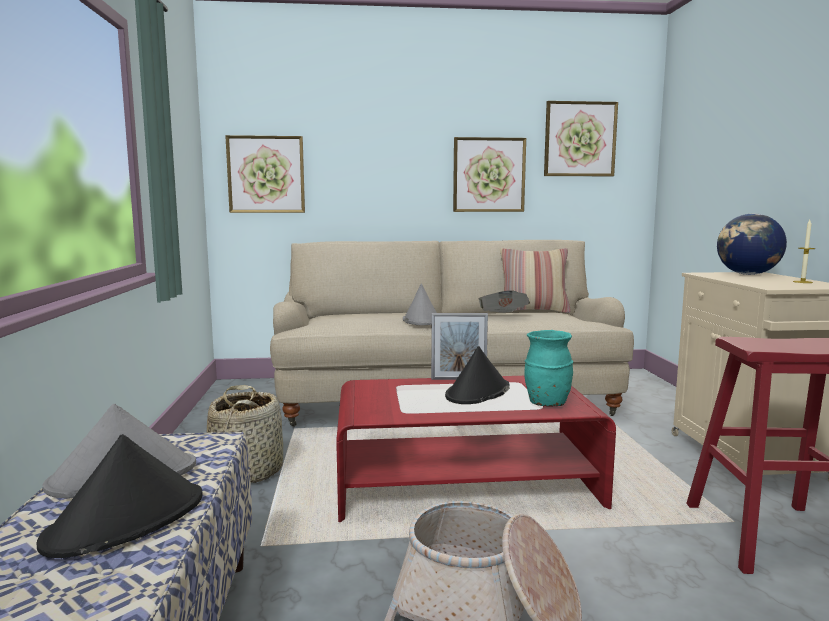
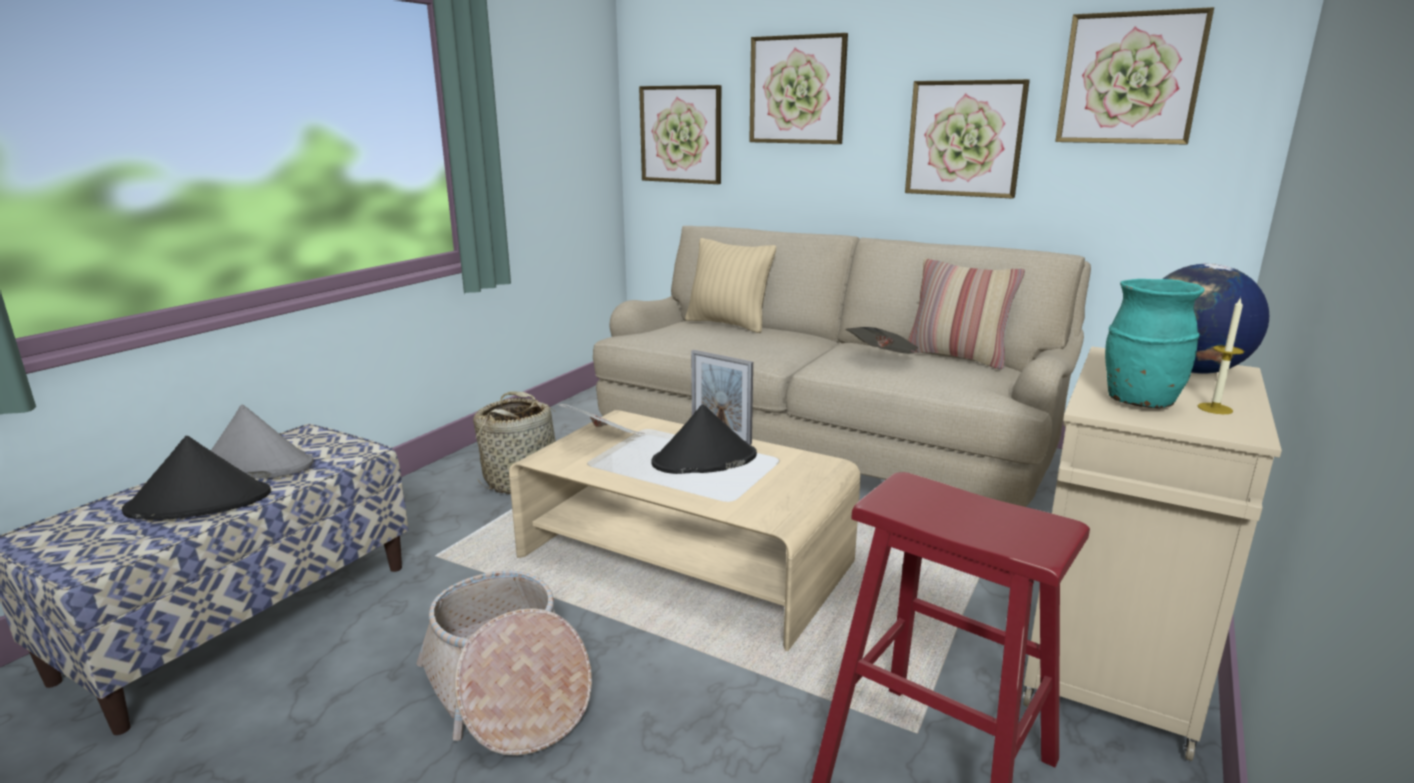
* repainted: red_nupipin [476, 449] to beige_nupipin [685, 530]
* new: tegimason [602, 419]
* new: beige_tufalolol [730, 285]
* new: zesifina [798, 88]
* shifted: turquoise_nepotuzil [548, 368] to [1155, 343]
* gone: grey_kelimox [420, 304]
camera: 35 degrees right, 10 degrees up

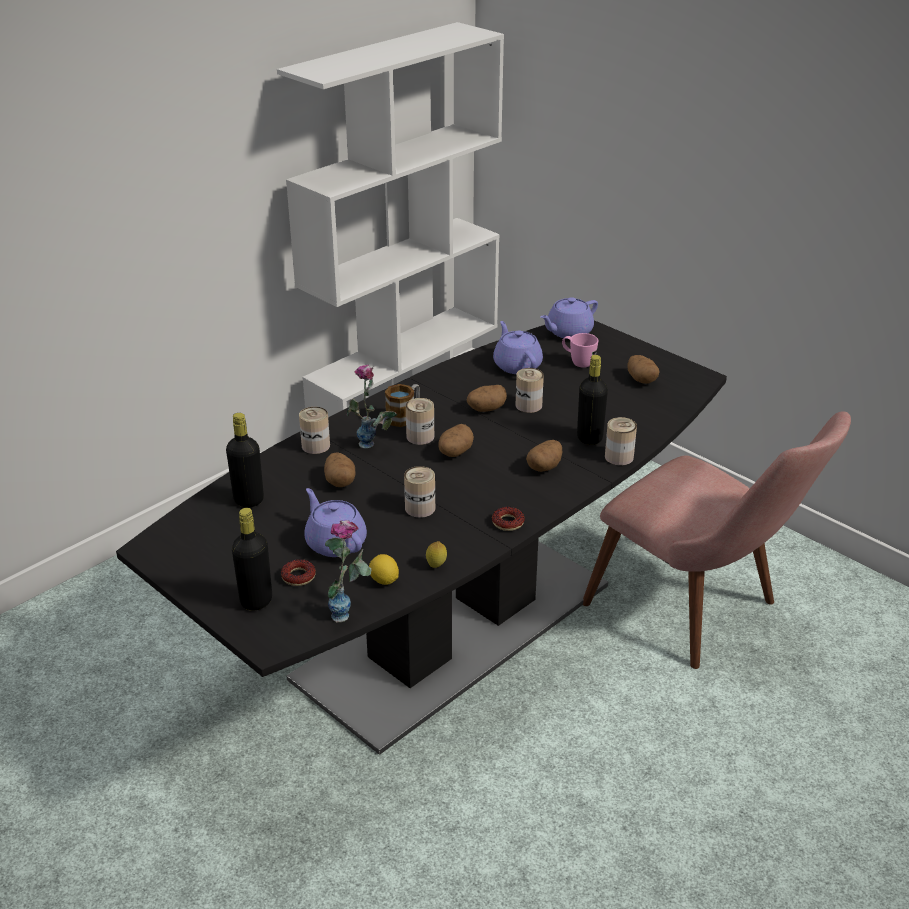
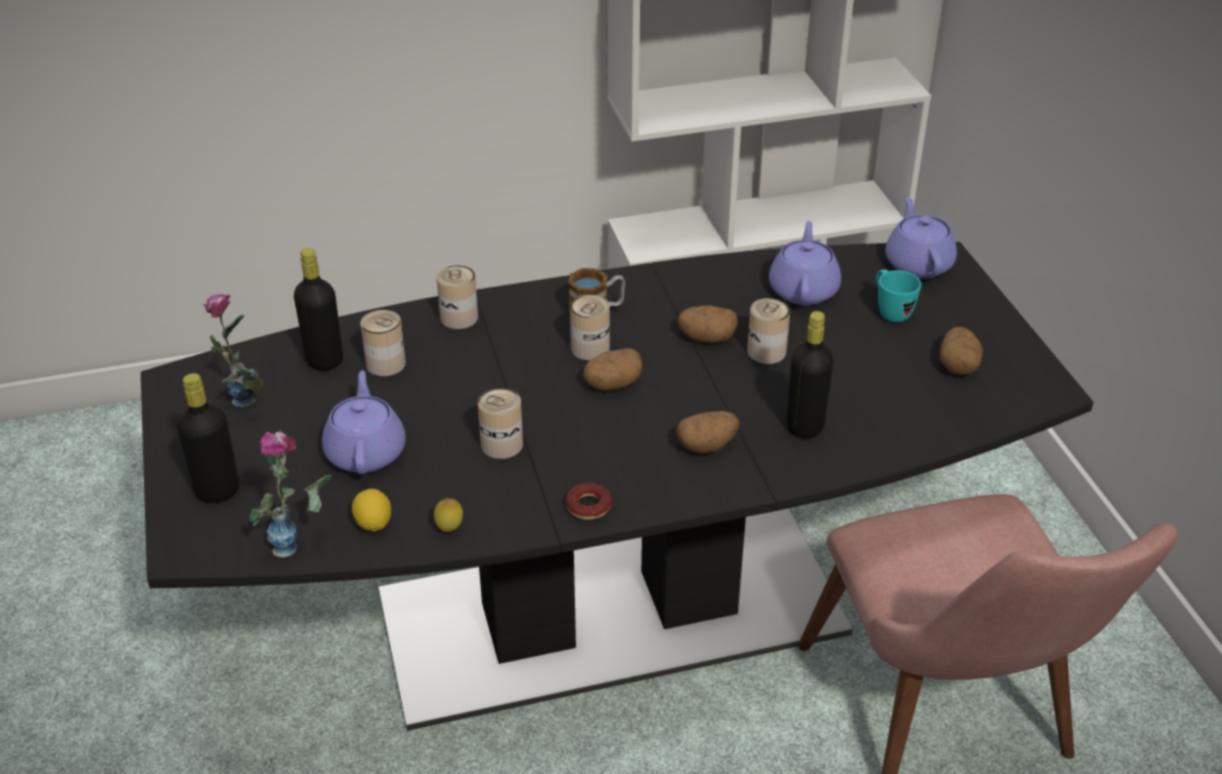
* shifted: nepotuzil [372, 407] to [232, 350]
* shifted: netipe [621, 441] to [383, 343]
* repainted: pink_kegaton [580, 350] to turquoise_kegaton [898, 295]
* rotated: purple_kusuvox [569, 318] = [921, 237] 90 degrees clockwise
* gone: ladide [298, 572]
* gone: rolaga [339, 469]
camera: 30 degrees right, 5 degrees up

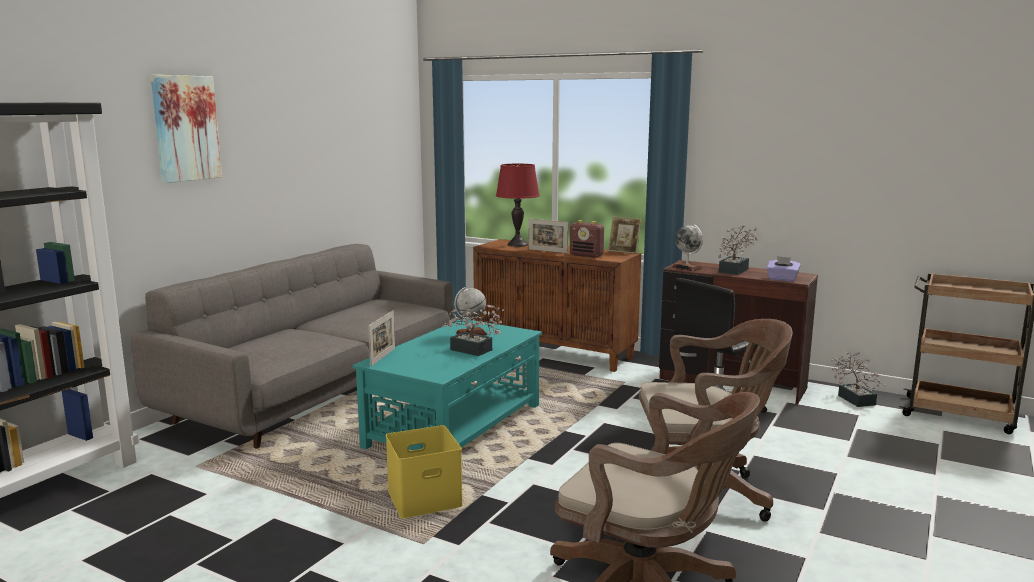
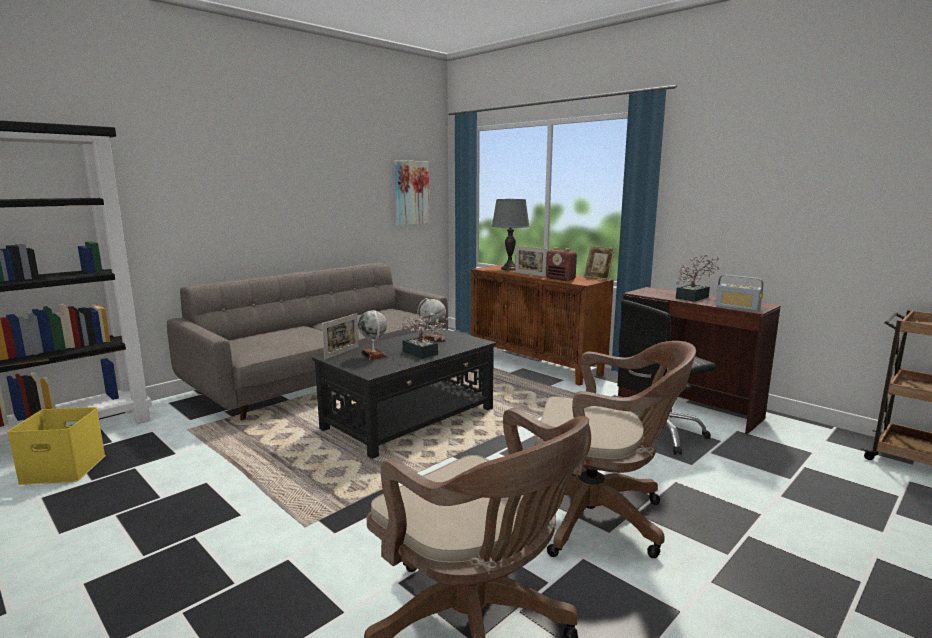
* shifted: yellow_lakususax [424, 472] to [56, 446]
* repainted: turquoise_nupipin [447, 384] to black_nupipin [404, 393]
* shifted: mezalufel [687, 248] to [372, 335]
* shifted: zesifina [186, 129] to [412, 193]
* repainted: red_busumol [518, 205] to grey_busumol [511, 234]
* swapped: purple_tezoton [784, 269] to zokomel [739, 293]
* gone: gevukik [858, 379]
camera: 15 degrees right, 0 degrees up

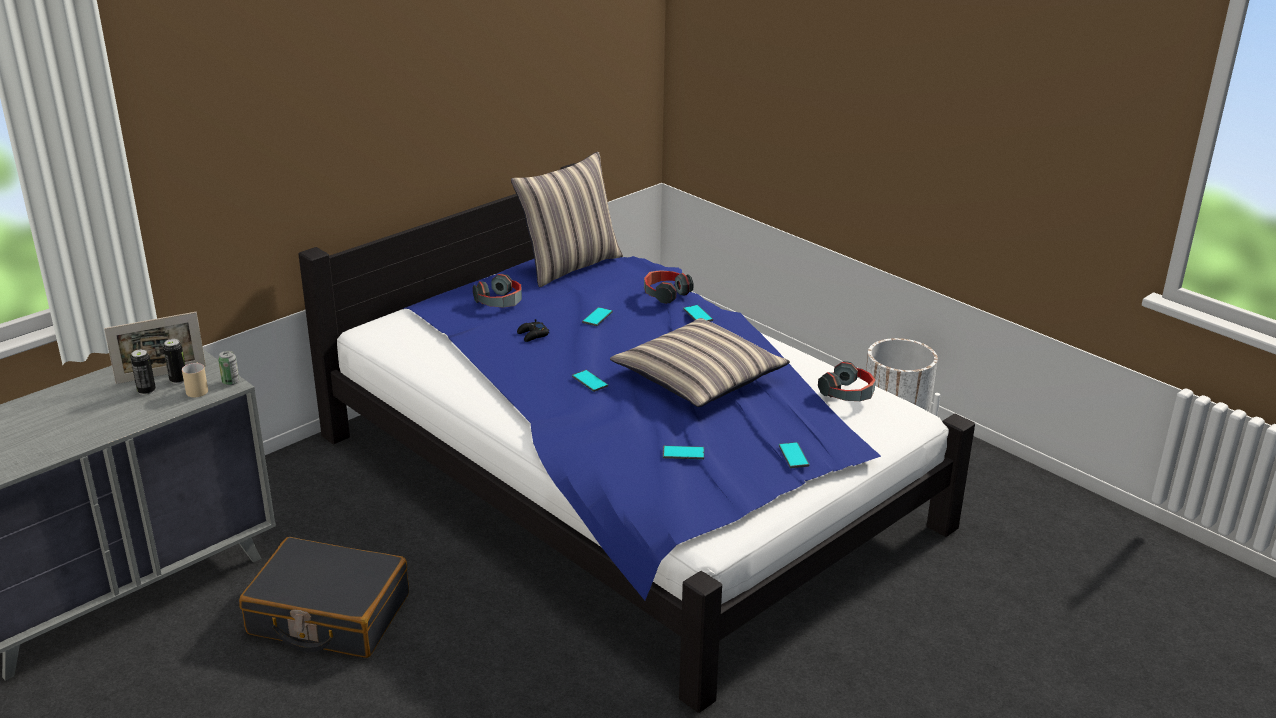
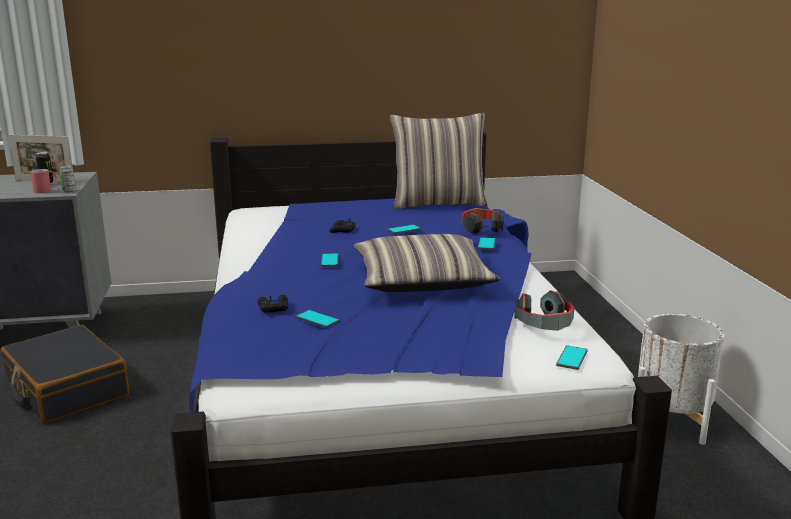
* repainted: beige_kegaton [195, 380] to red_kegaton [43, 181]
* new: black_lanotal [273, 303]
* shifted: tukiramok [794, 455] to [572, 357]
* gone: netipe [143, 372]
* gone: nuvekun [497, 290]
camera: 35 degrees right, 10 degrees down

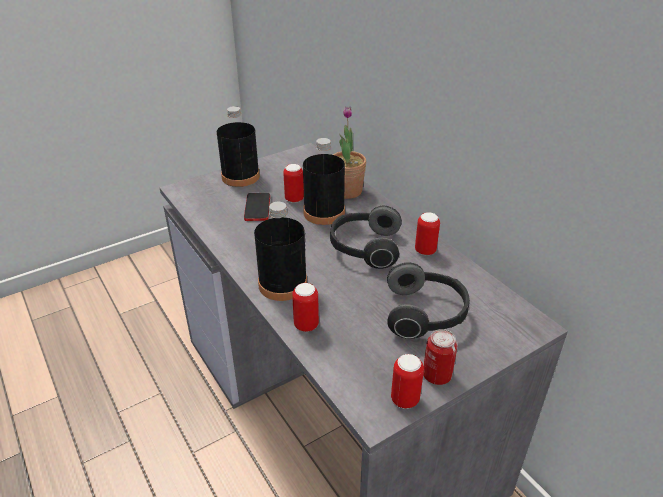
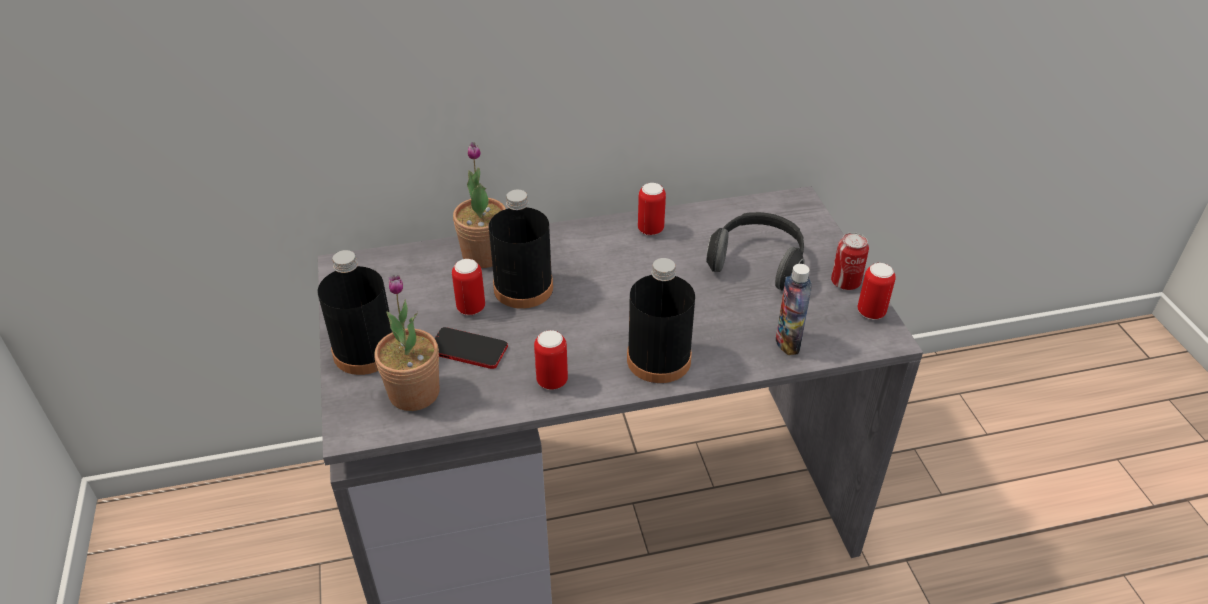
* new: gevukik [407, 343]
* shifted: netipe [305, 307] to [551, 360]
* new: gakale [794, 309]
* gone: nuvekun [366, 237]
camera: 70 degrees left, 5 degrees up

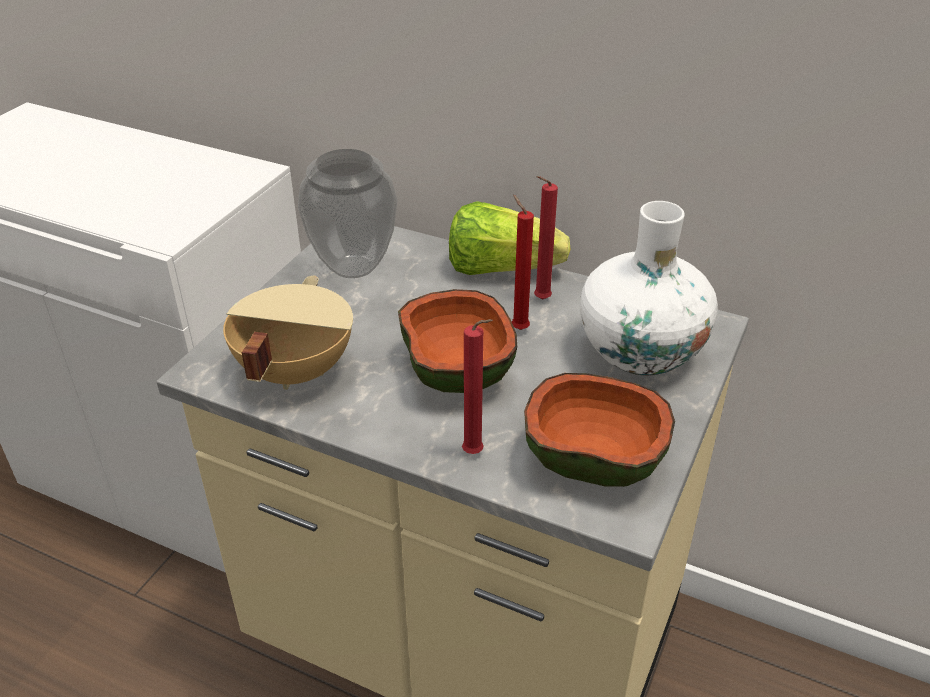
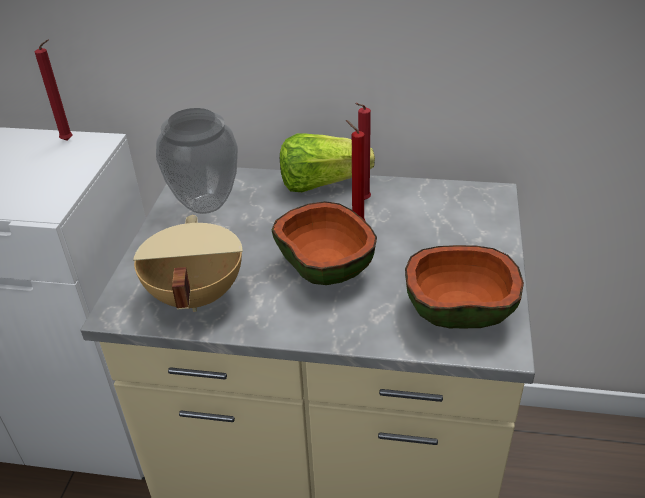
* shifted: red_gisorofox [477, 386] to [54, 90]
* gone: white_nepotuzil [649, 288]
camera: 15 degrees left, 0 degrees up

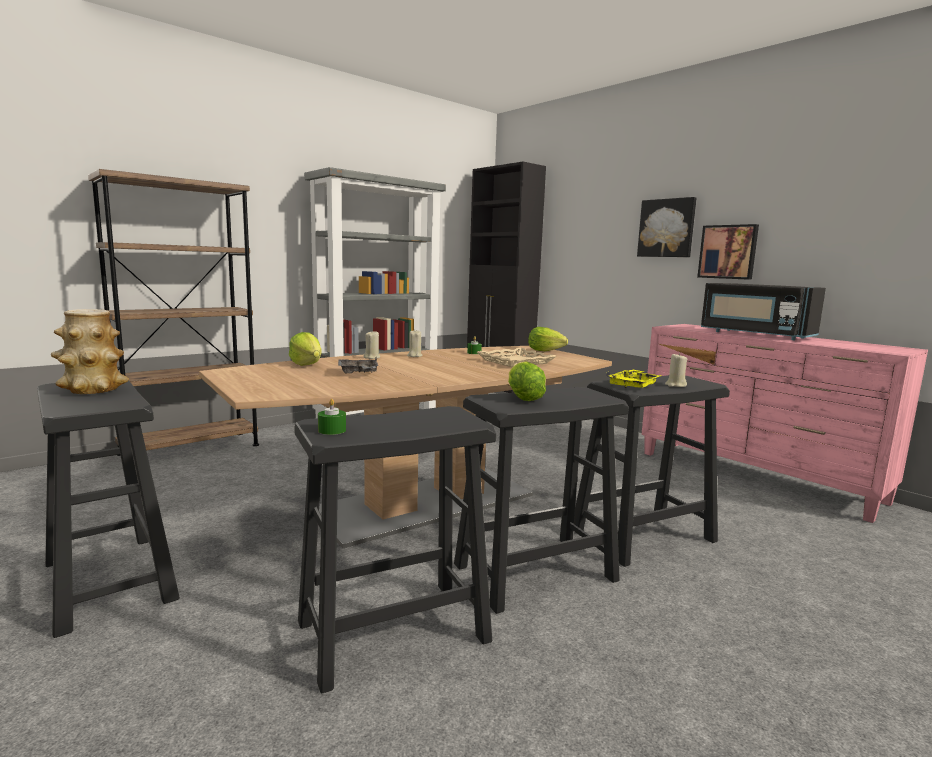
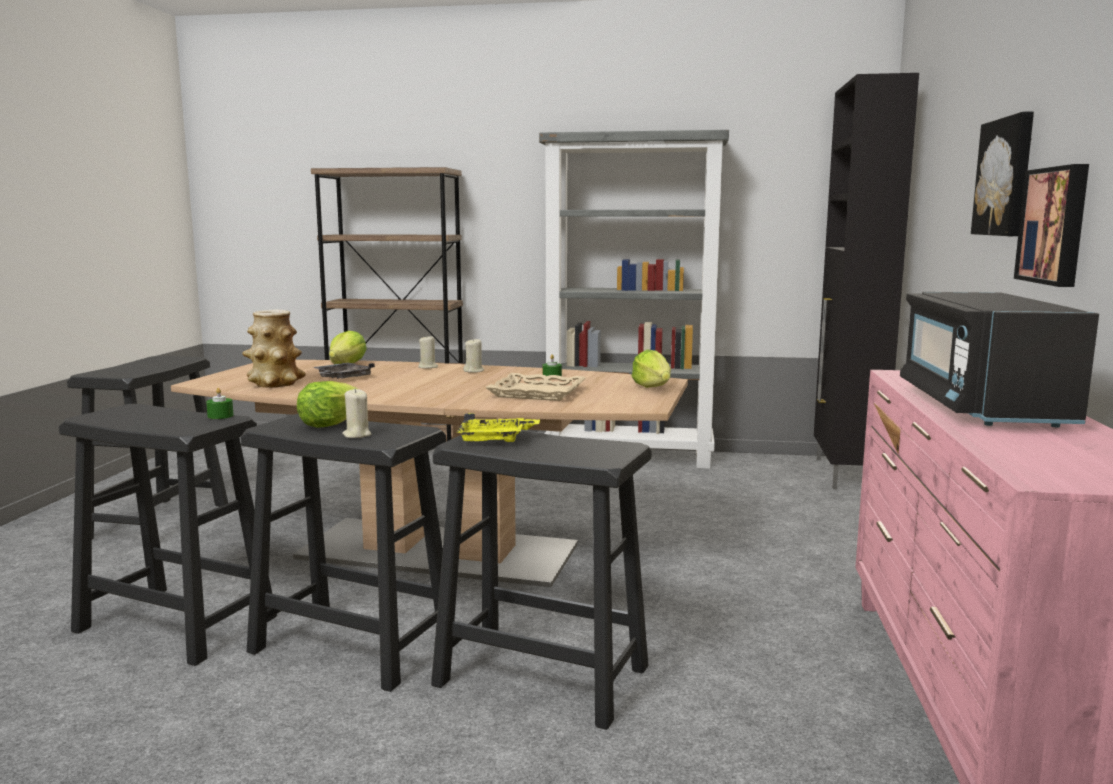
* shifted: green_gisorofox [332, 417] to [219, 403]
* shifted: nepotuzil [90, 351] to [274, 348]
* shifted: beige_gisorofox [676, 370] to [356, 413]
camera: 50 degrees right, 0 degrees up

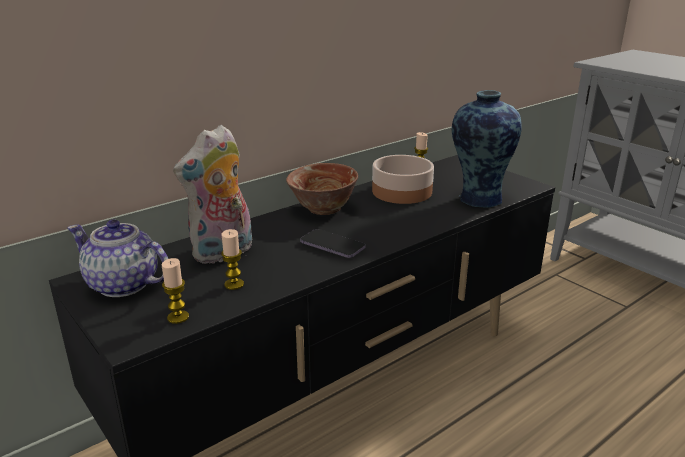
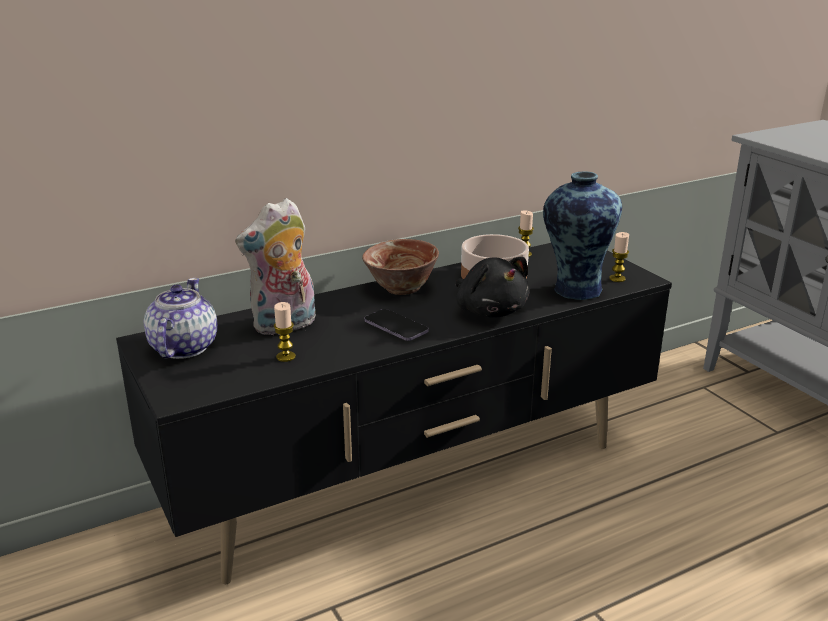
* rotated: kusuvox [117, 258] = [181, 318] 60 degrees clockwise
* new: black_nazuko [492, 287]
* shifted: gisorofox [175, 291] to [619, 257]
camera: 10 degrees right, 0 degrees up

